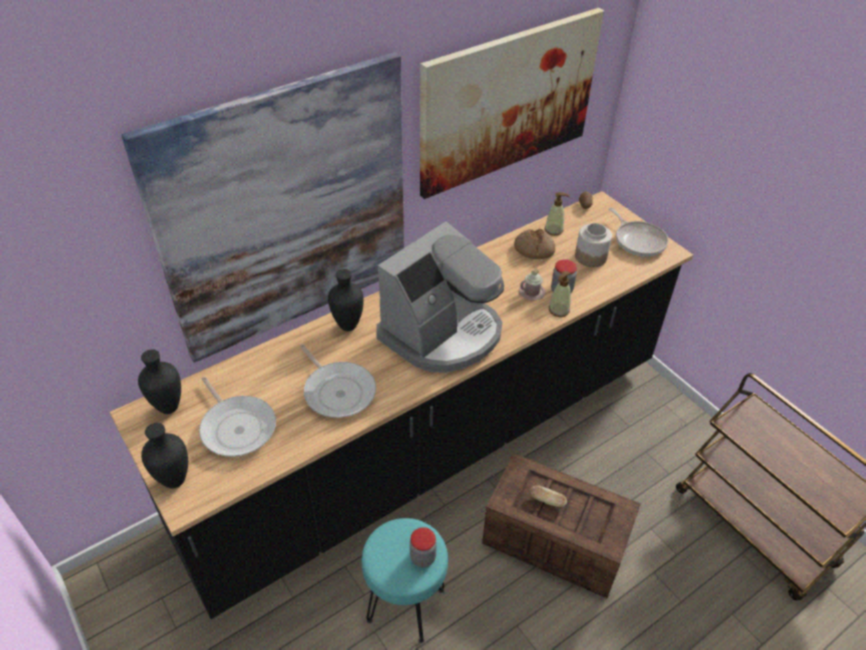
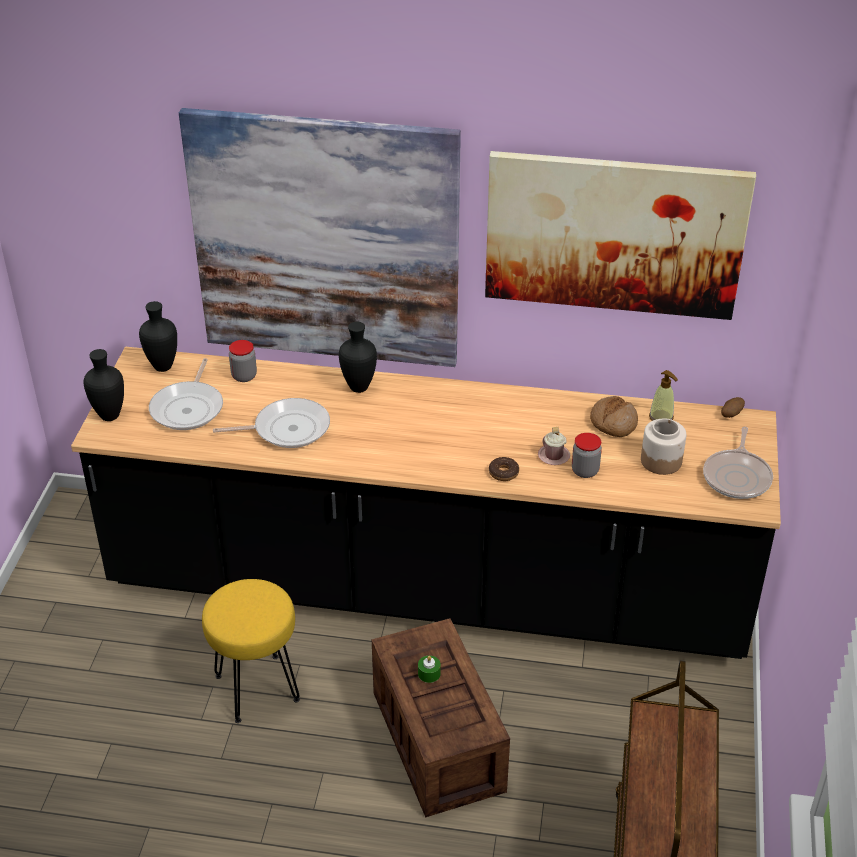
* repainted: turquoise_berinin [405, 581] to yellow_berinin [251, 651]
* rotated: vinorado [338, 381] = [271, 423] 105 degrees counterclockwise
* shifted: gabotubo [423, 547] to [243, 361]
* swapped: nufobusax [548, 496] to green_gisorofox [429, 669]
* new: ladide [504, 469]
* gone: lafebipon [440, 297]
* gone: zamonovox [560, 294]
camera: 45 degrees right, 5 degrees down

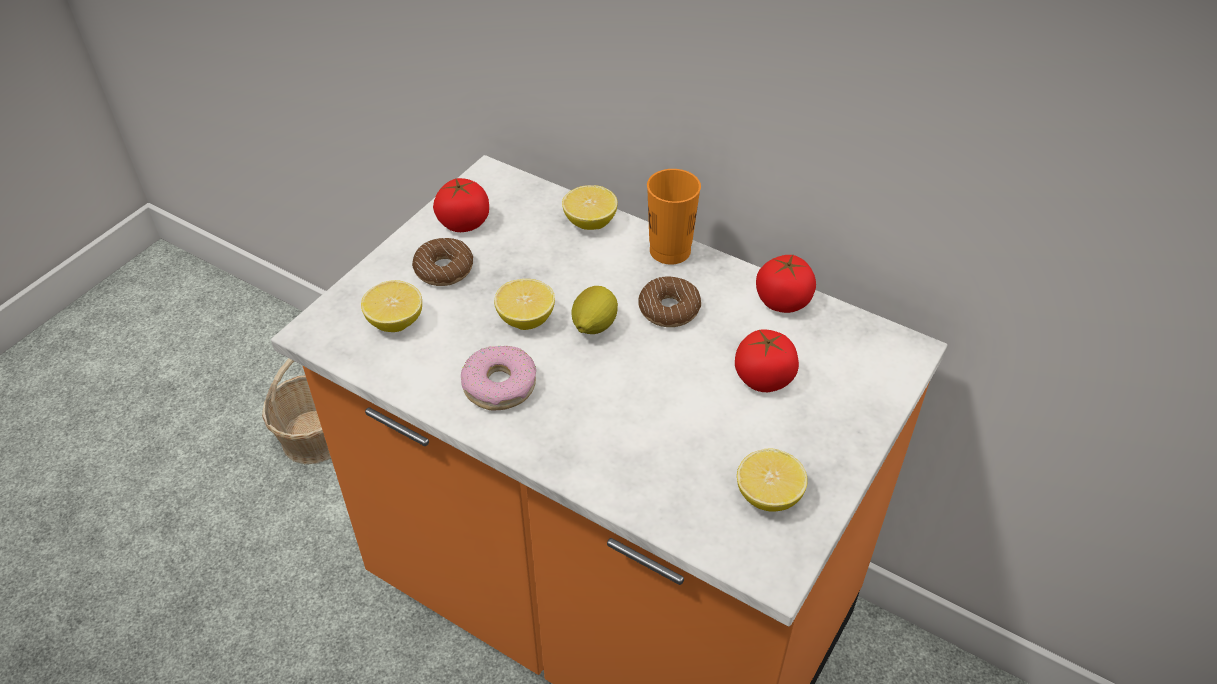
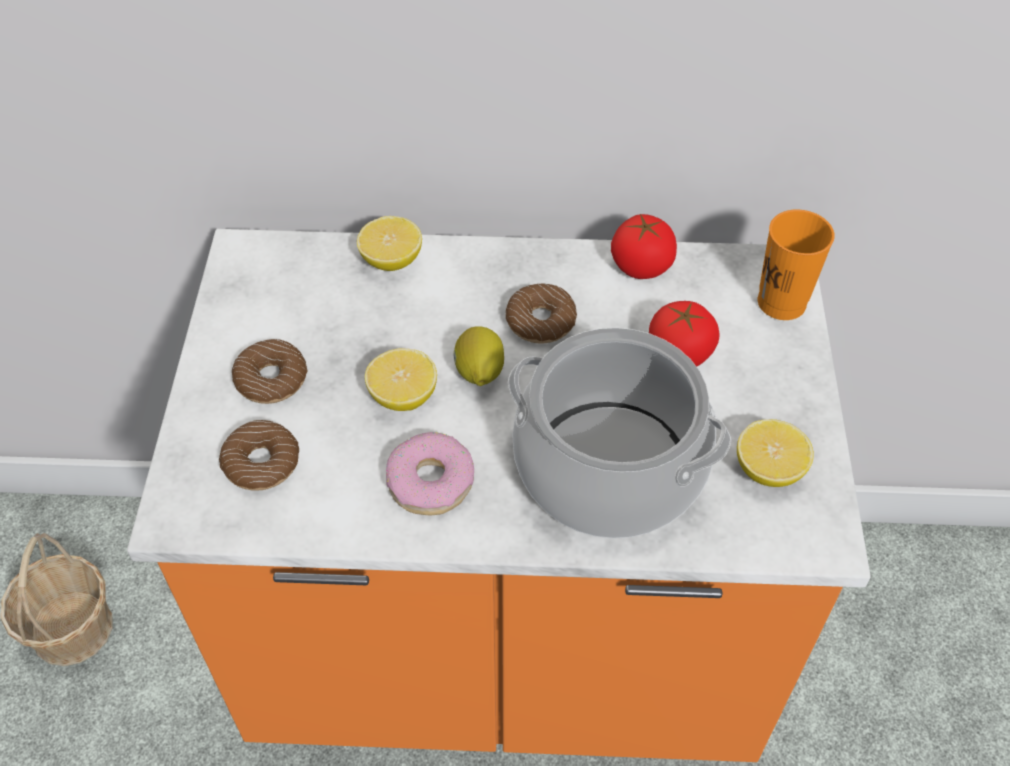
* swapped: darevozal [391, 306] to ladide [259, 455]
* new: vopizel [619, 433]
* shifted: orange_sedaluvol [674, 217] to [796, 265]
* gone: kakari [461, 205]
camera: 30 degrees left, 5 degrees up

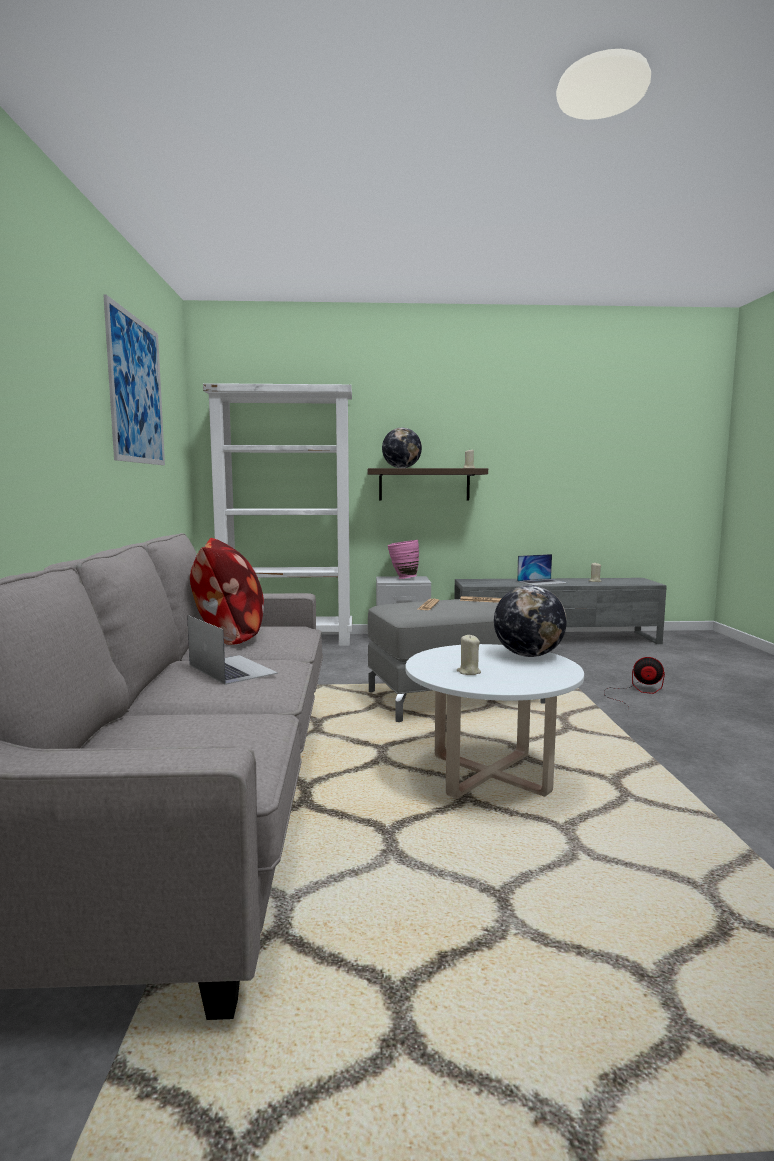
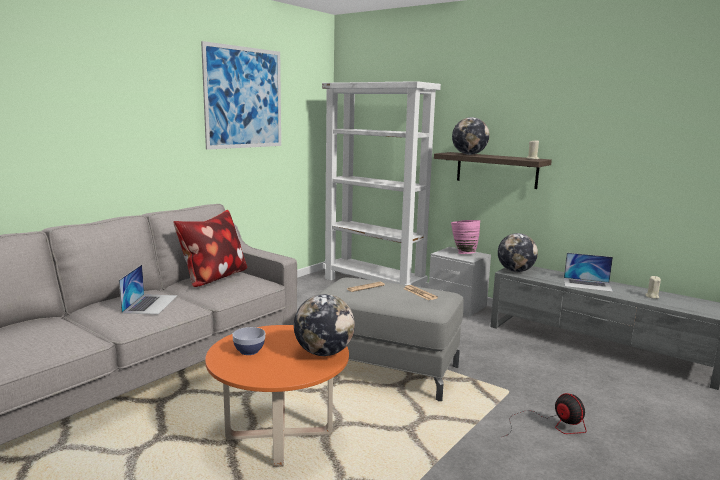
* repainted: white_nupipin [494, 721] to orange_nupipin [277, 396]
* swapped: beige_gisorofox [469, 655] to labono [248, 341]
* new: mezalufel [518, 252]
camera: 40 degrees right, 5 degrees up

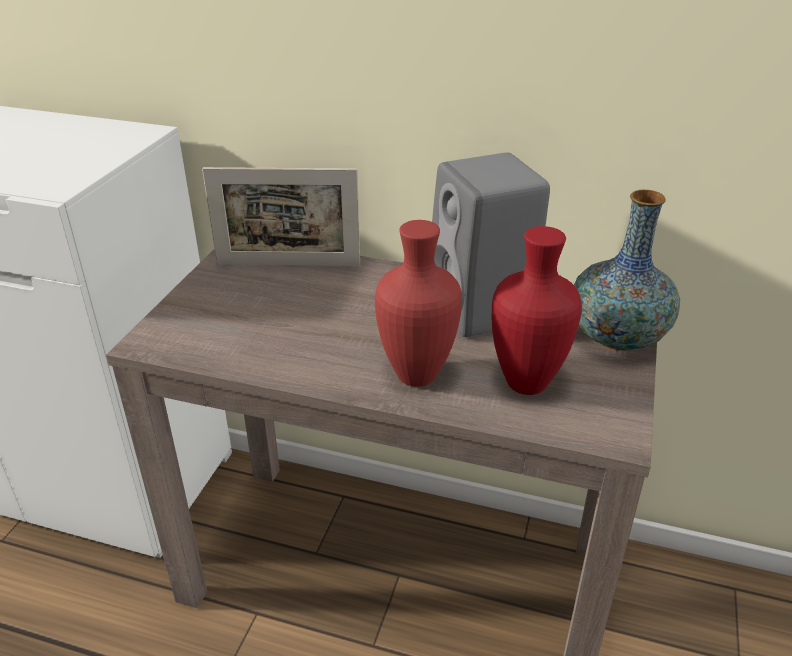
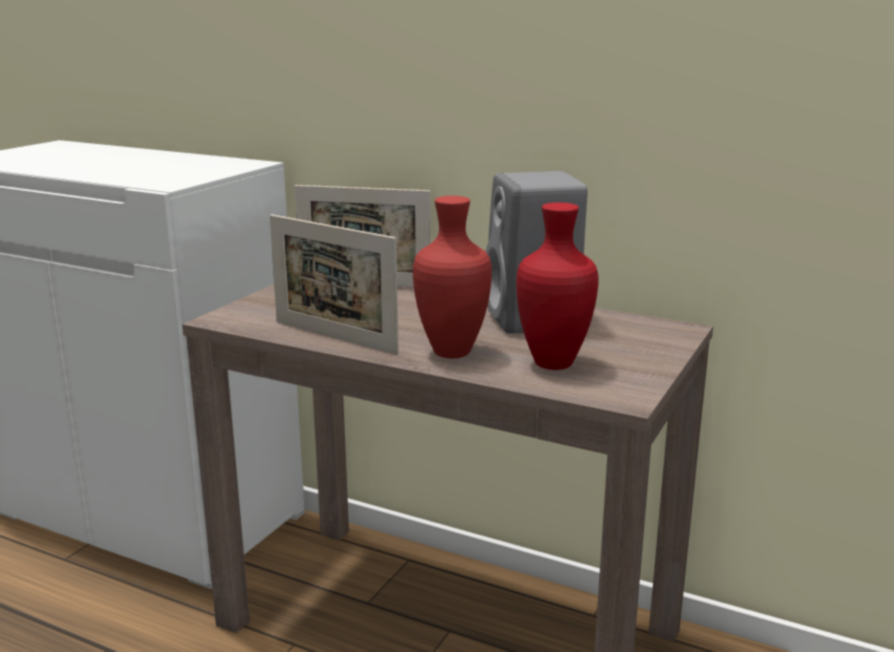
* new: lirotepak [334, 284]
* gone: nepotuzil [627, 270]
camera: 10 degrees right, 15 degrees down

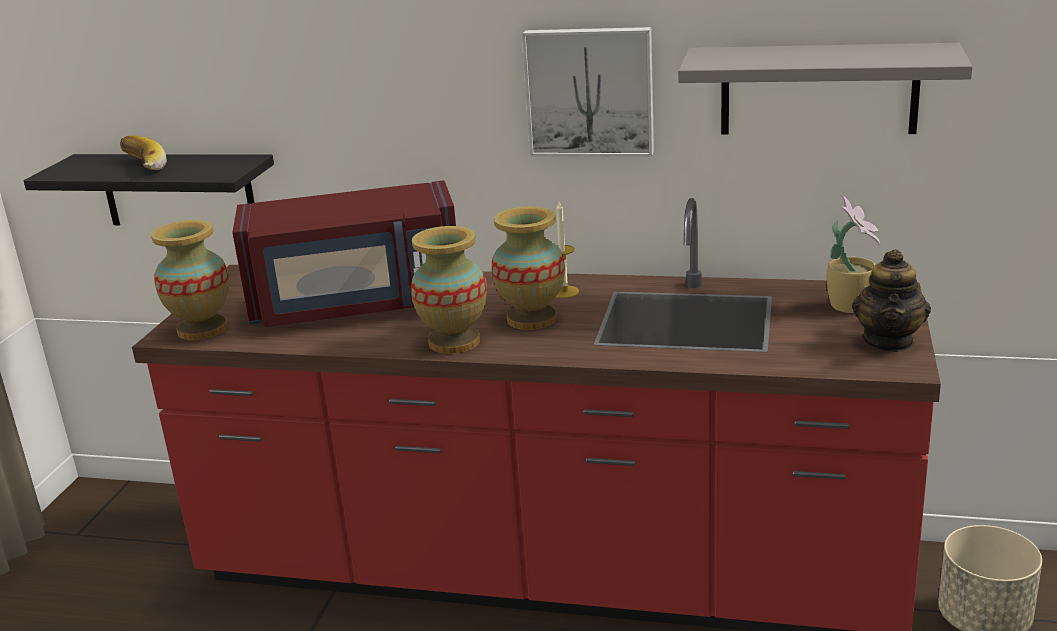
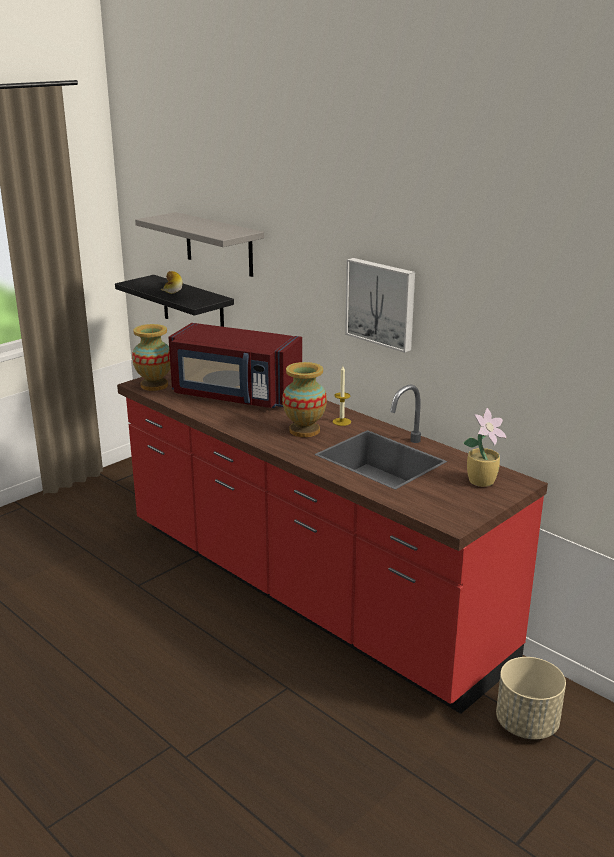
* shifted: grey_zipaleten [825, 89] to [199, 244]
* gone: nepotuzil [449, 290]
* gone: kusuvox [891, 300]
camera: 30 degrees right, 0 degrees up

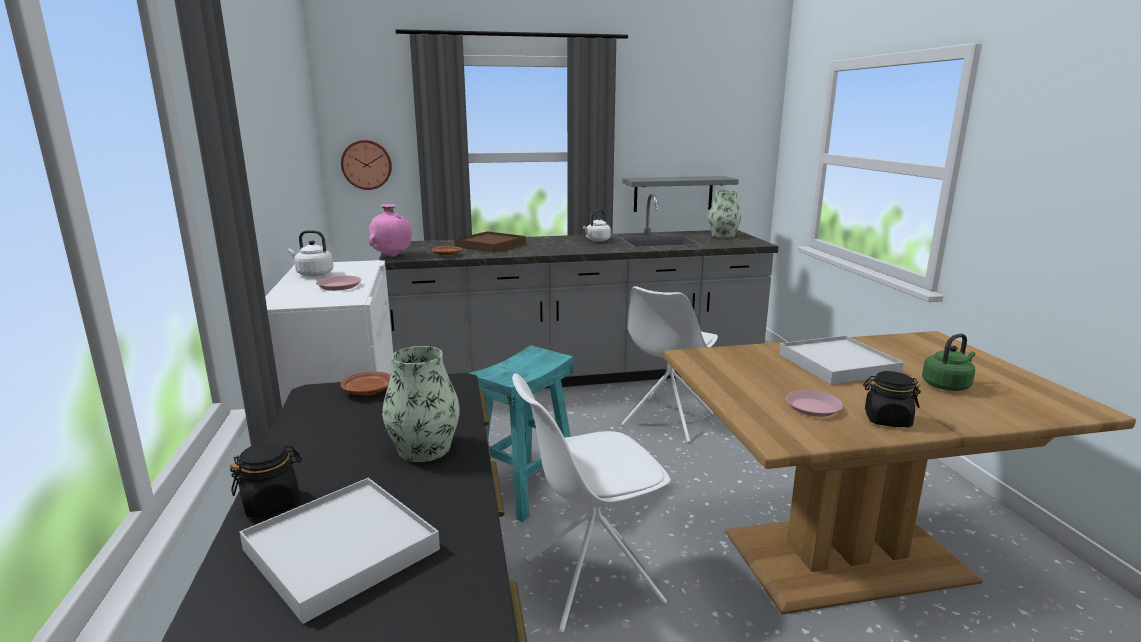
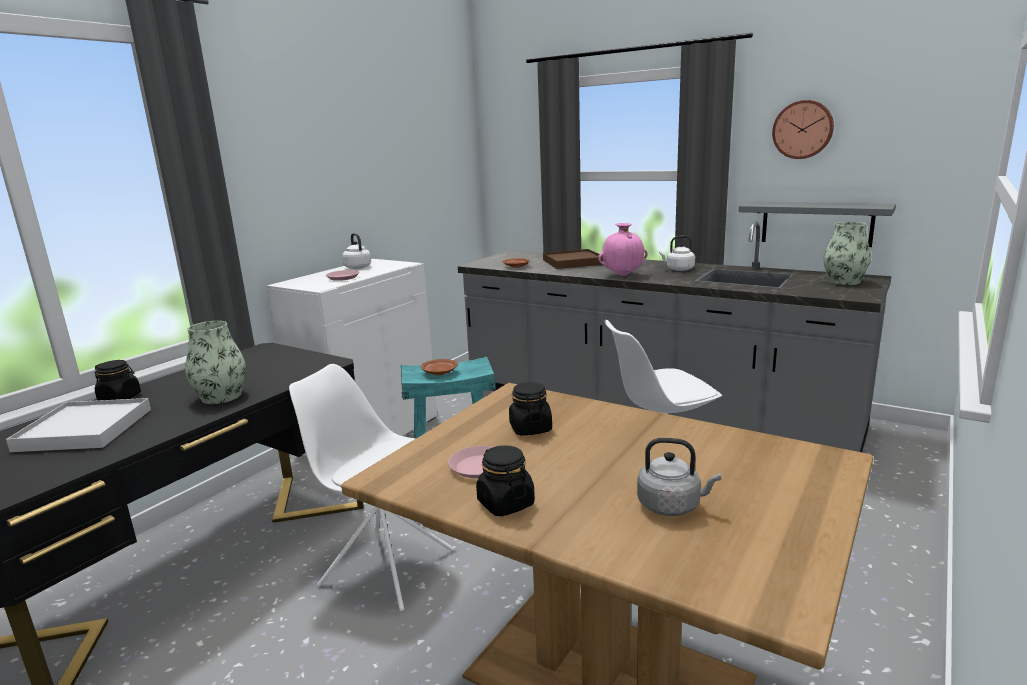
* shifted: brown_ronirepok [365, 383] to [439, 367]
* new: black_gabotubo [530, 409]
* shifted: pink_nepotuzil [390, 230] to [623, 249]
* repainted: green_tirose [949, 362] to grey_tirose [679, 477]
* shifted: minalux [366, 165] to [803, 129]
* gone: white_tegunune [841, 359]
camera: 45 degrees right, 0 degrees up

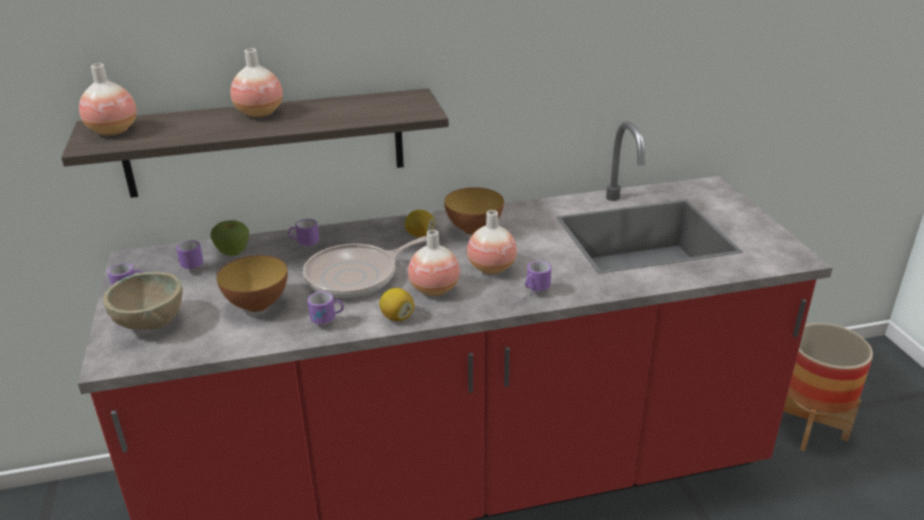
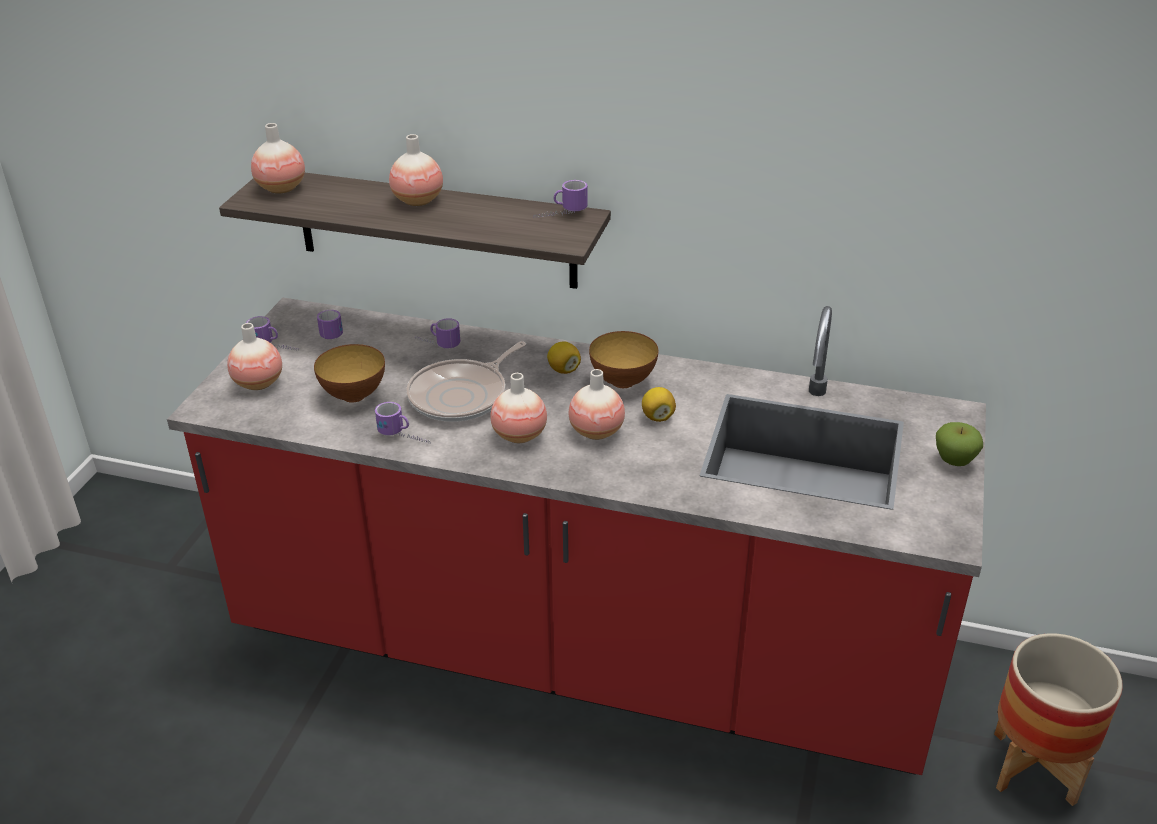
* swapped: beige_labono [143, 301] to nepotuzil [254, 356]
* rotated: vinorado [365, 267] = [466, 381] 45 degrees counterclockwise
* shifted: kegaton [532, 284] to [560, 199]
* shifted: darevozal [396, 304] to [659, 404]
* shifted: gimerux [229, 238] to [959, 444]
camera: 30 degrees right, 5 degrees up

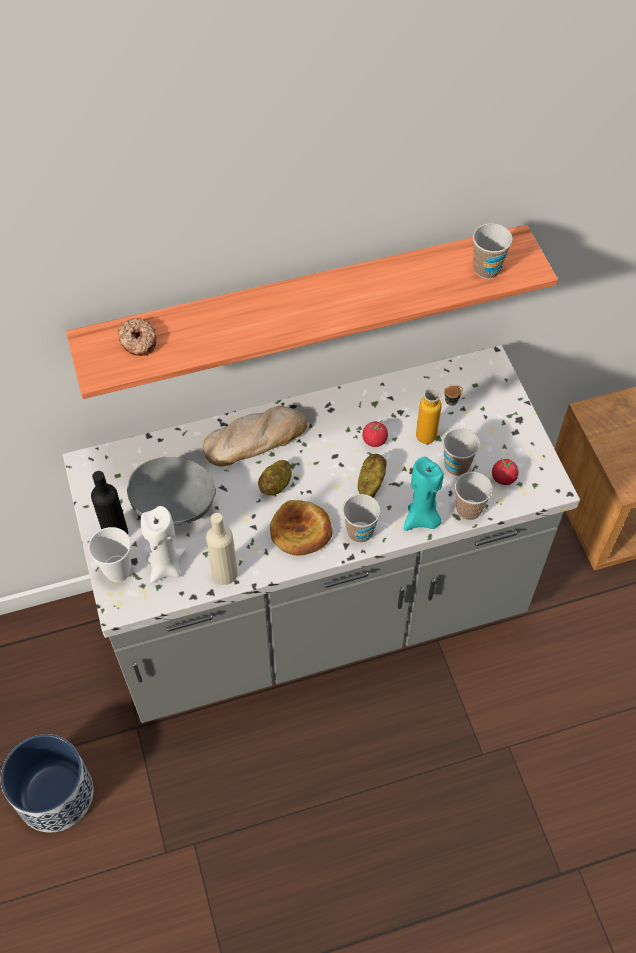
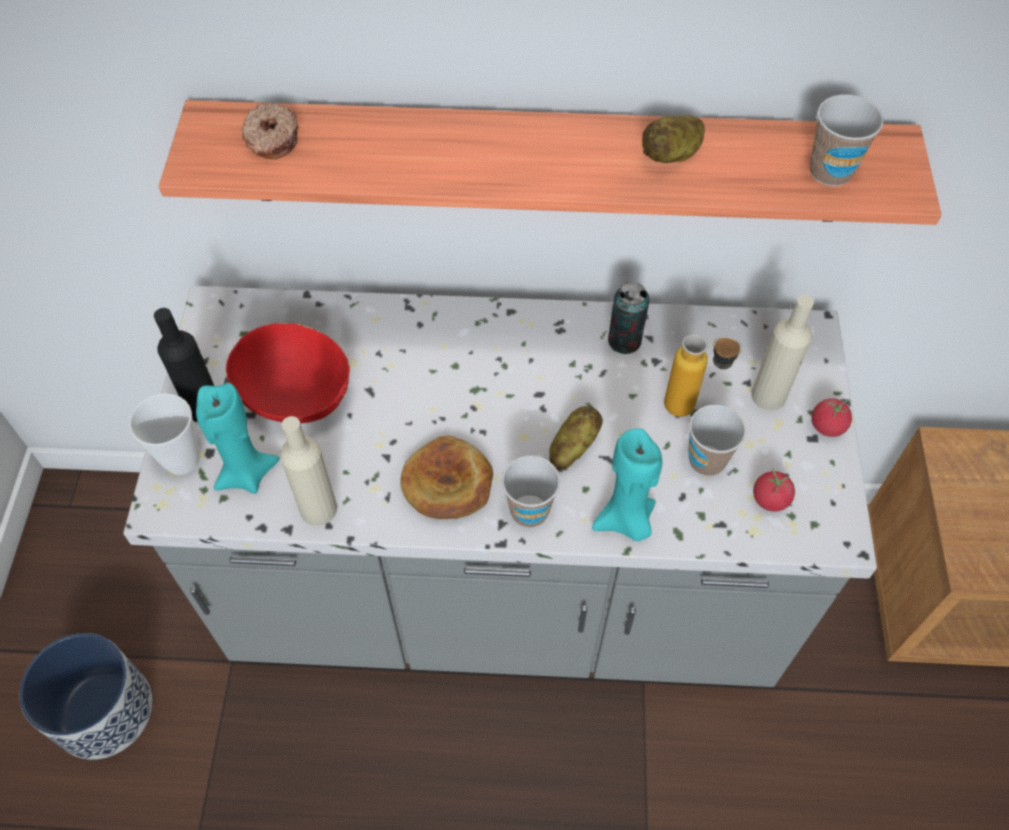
* repainted: white_gisorofox [163, 544] to turquoise_gisorofox [238, 438]
* repainted: grey_labono [171, 491] to red_labono [288, 373]
* new: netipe [628, 318]
* shifted: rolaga [275, 478] to [673, 139]
* new: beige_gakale [782, 353]
* shifted: kakari [375, 433] to [832, 417]
* gone: nufobusax [255, 436]
* gone: sedaluvol [474, 496]
camera: 20 degrees right, 0 degrees up

